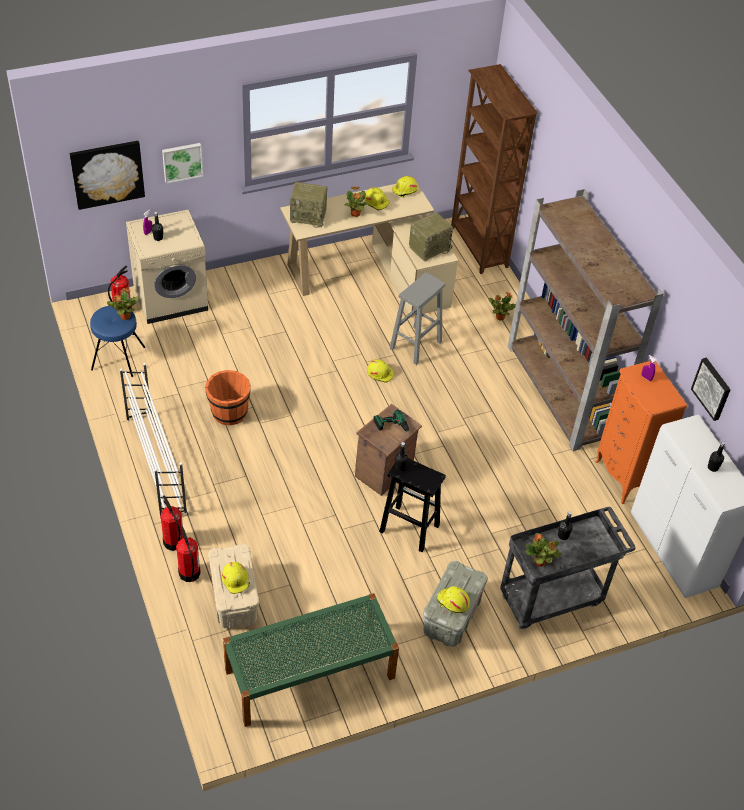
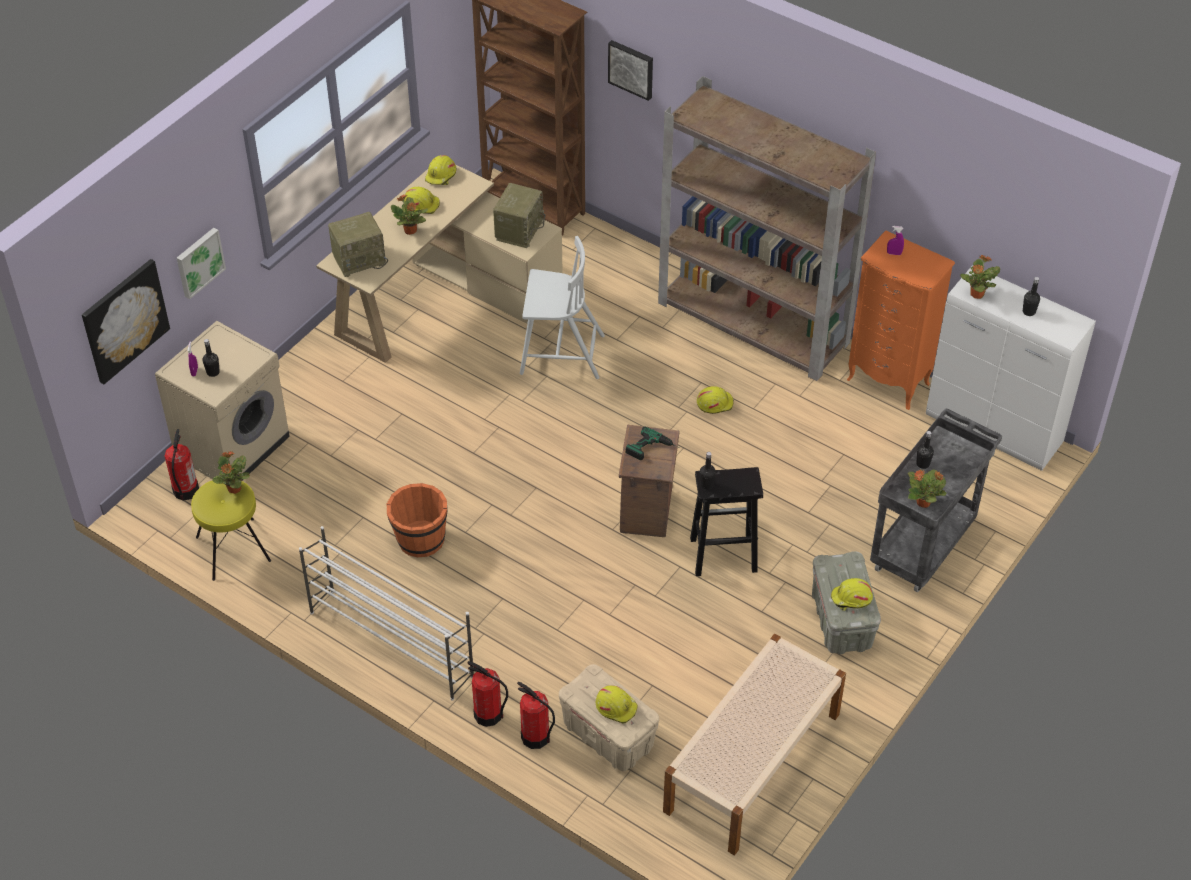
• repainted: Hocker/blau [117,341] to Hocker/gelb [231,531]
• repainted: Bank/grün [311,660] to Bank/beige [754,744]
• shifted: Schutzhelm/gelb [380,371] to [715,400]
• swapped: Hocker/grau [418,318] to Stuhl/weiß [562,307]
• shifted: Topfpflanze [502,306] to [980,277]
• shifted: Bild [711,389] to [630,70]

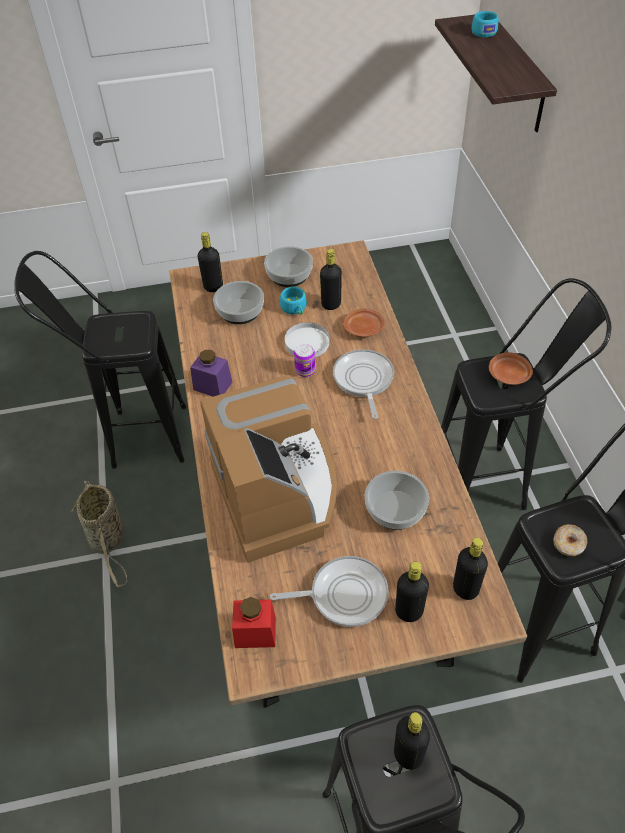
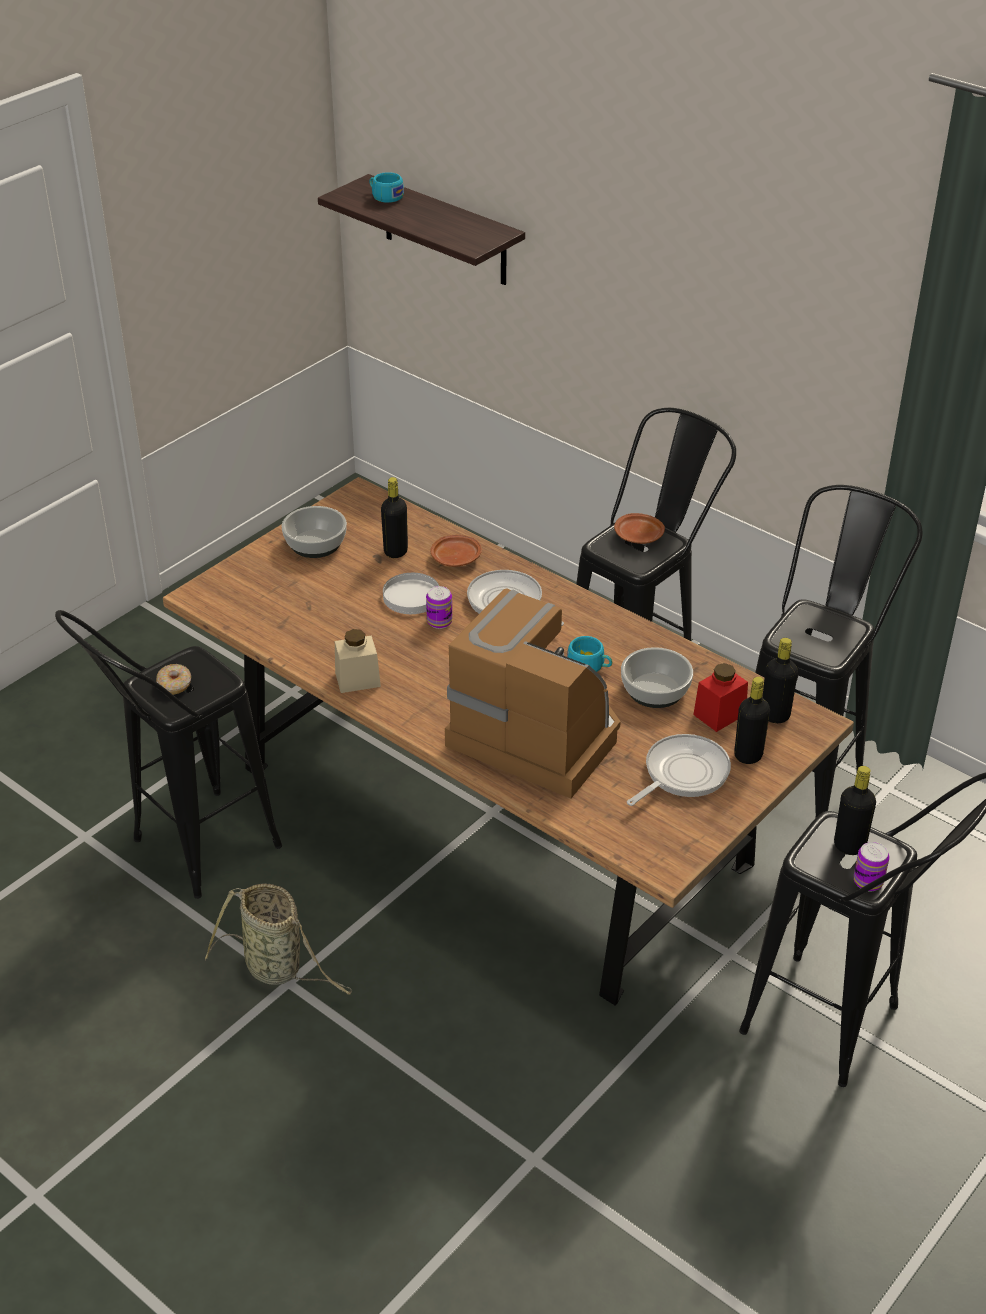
• repainted: Vorratsglas/lila [211,373] to Vorratsglas/beige [358,661]
• gone: Flasche/schwarz [210,262]
• gone: Schüssel [238,302]
• shifted: Vorratsglas/rot [254,622] to [720,697]
• shifted: Tasse/türkis [293,300] to [589,654]
• shifted: Donut [570,540] to [173,679]
• new: Dose [871,867]

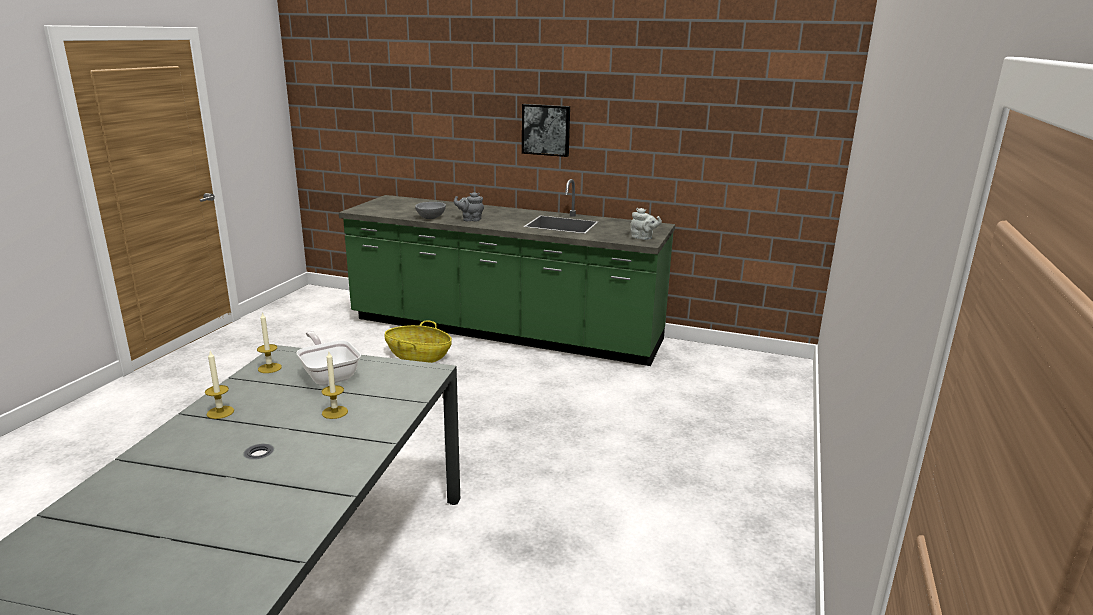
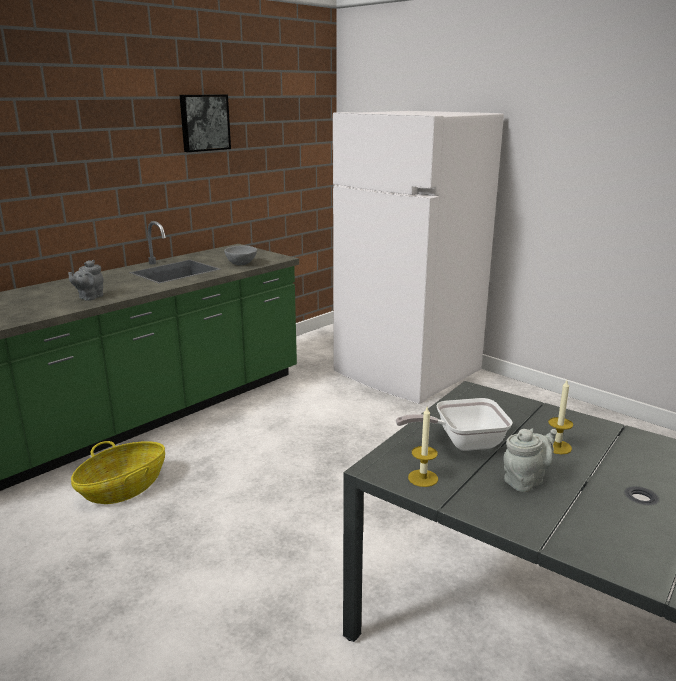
• gone: Kerze [219,385]
• shifted: Schüssel/grau [430,210] to [240,255]
• shifted: Bild [546,130] to [205,123]
• shifted: Teekanne/grau [646,224] to [530,460]
• new: Kühlschrank/weiß [418,257]

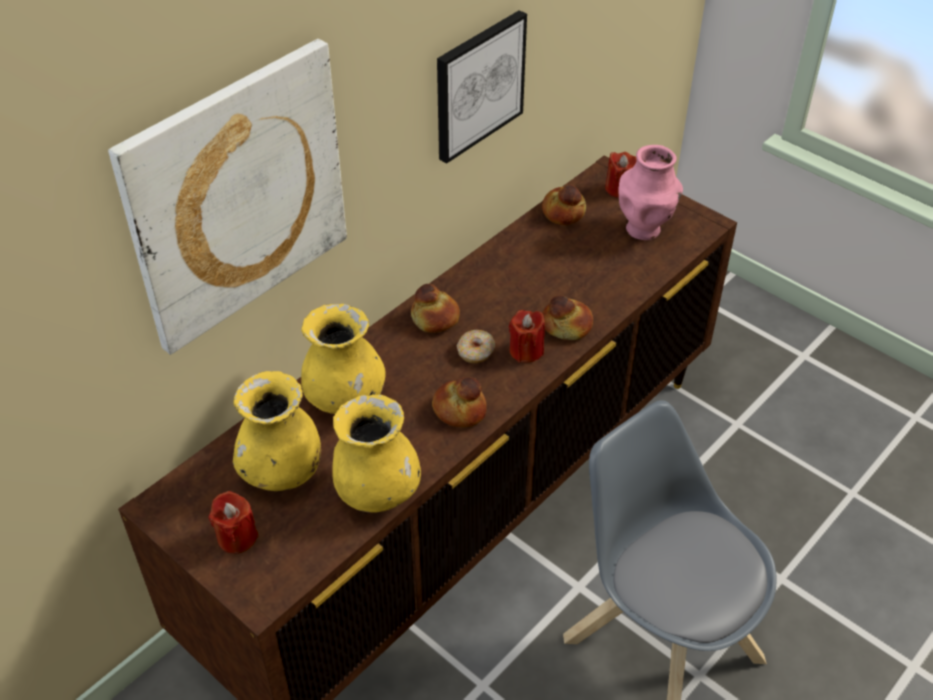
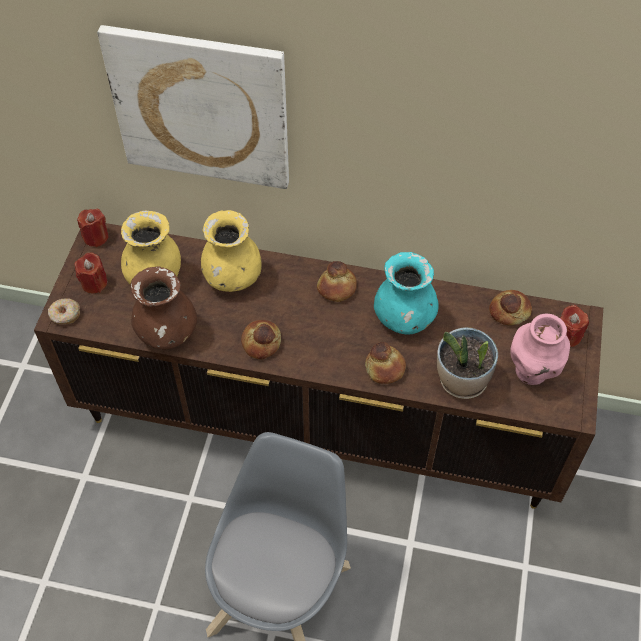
• repainted: Vase/gelb [376,453] to Vase/braun [164,307]
• gone: Bild [482,87]
• shifted: Donut [475,346] to [64,311]
• shifted: Kerze/rot [527,336] to [92,228]
• new: Vase/türkis [406,293]
• new: Topfpflanze [467,363]

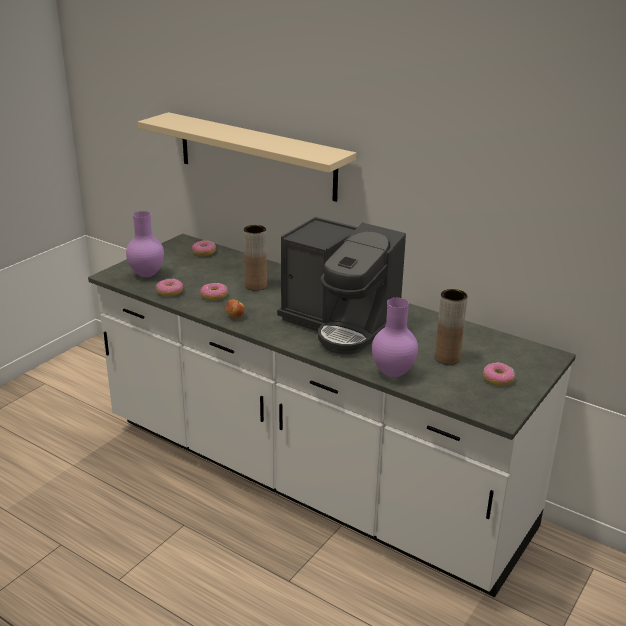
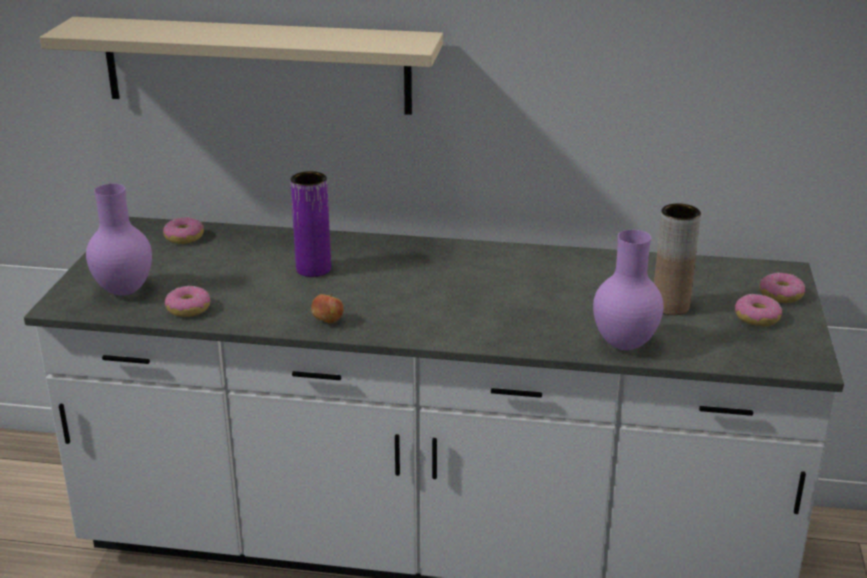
• shifted: Donut [214,292] to [782,288]
• repainted: Vase/braun [255,258] to Vase/lila [310,224]
• gone: Kaffeemaschine [341,285]

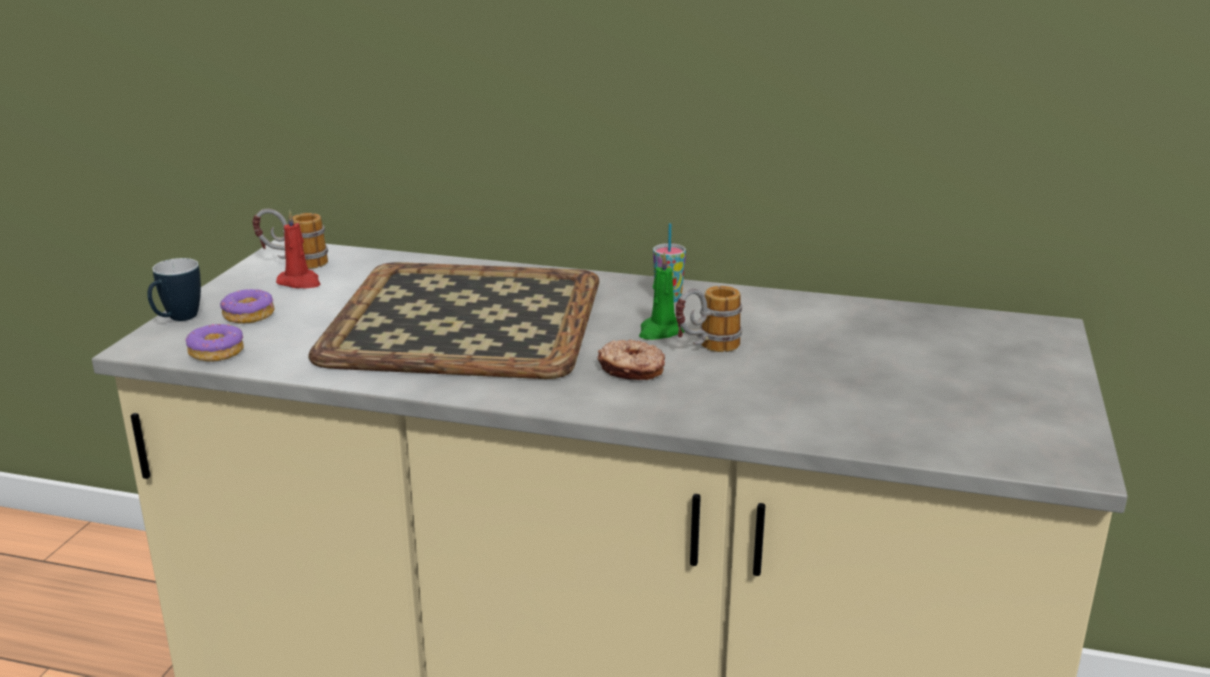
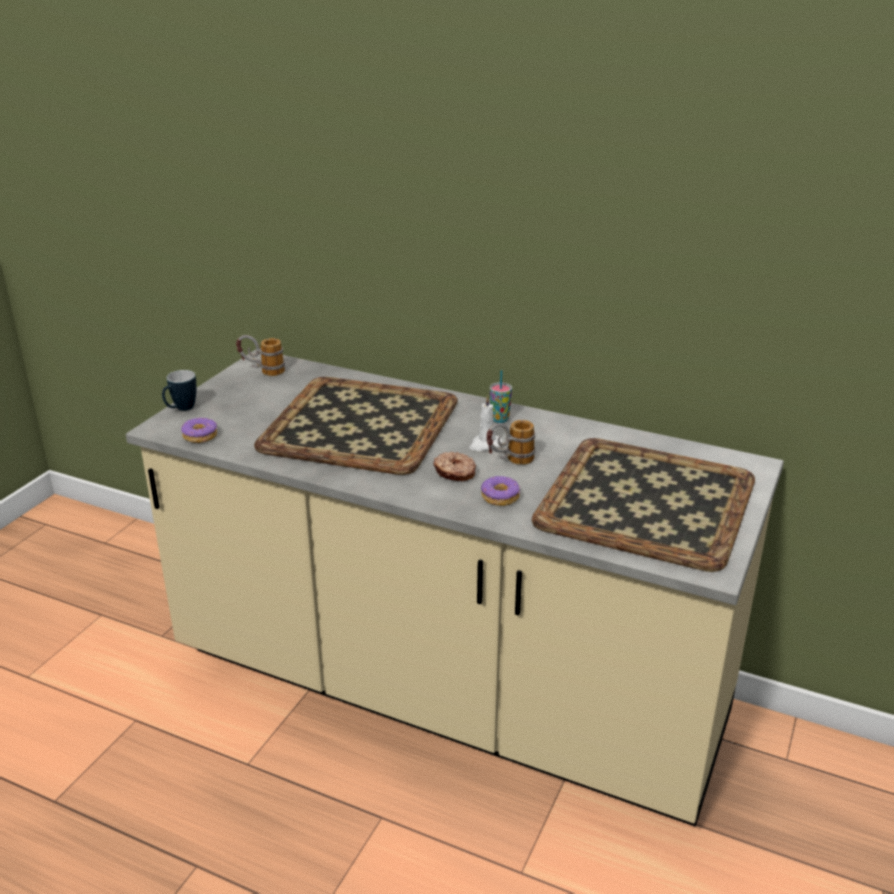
• shifted: Donut [247,306] to [500,491]
• gone: Kerze/rot [298,249]
• repainted: Kerze/grün [662,296] to Kerze/weiß [486,422]
• new: Tablett [643,505]

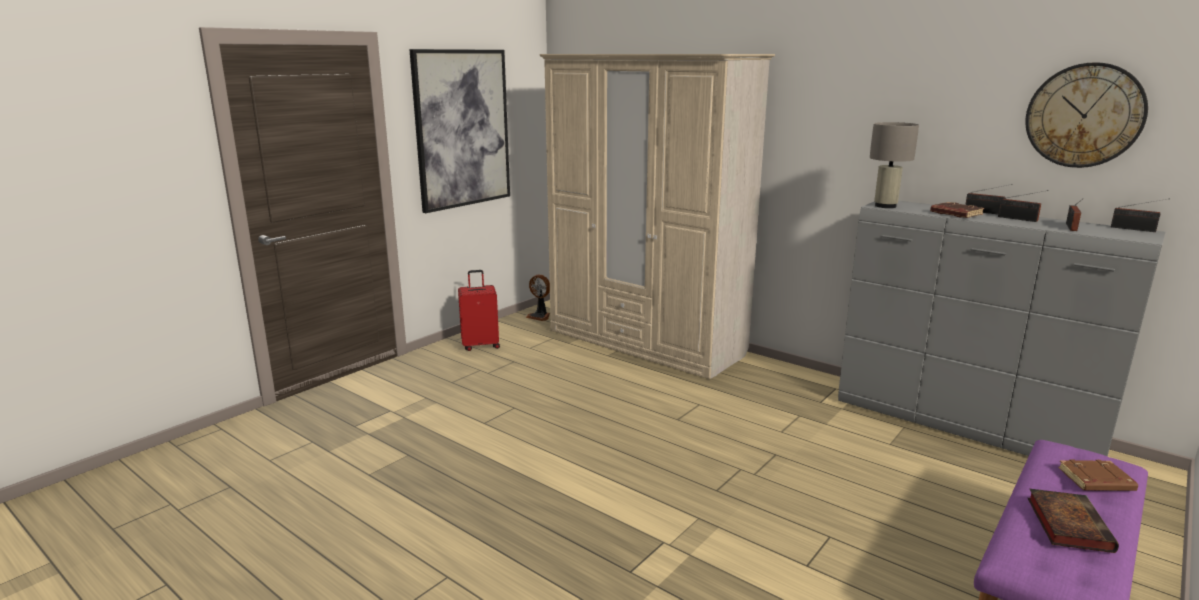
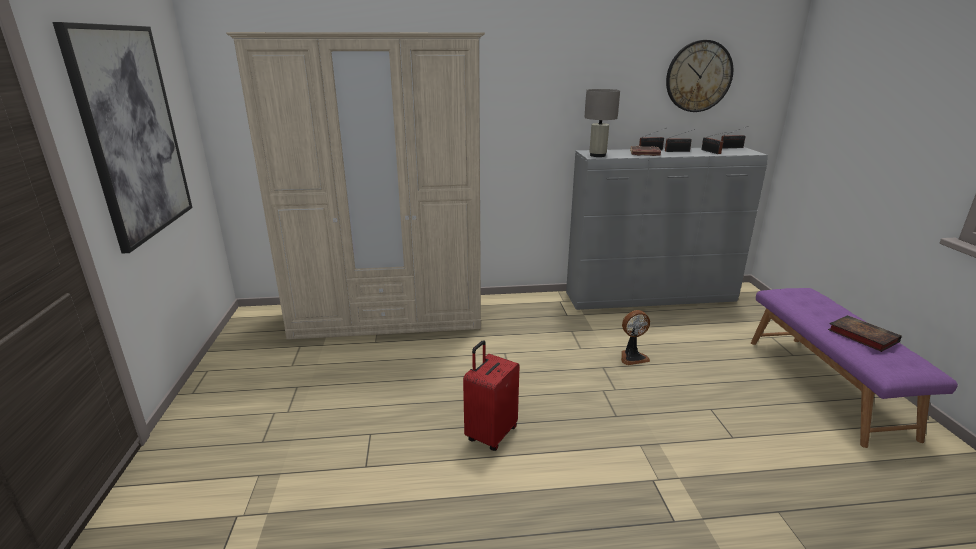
• shifted: Koffer/rot [479,310] to [491,395]
• shifted: Ventilator [538,297] to [635,337]
• gone: Buch/braun [1098,475]

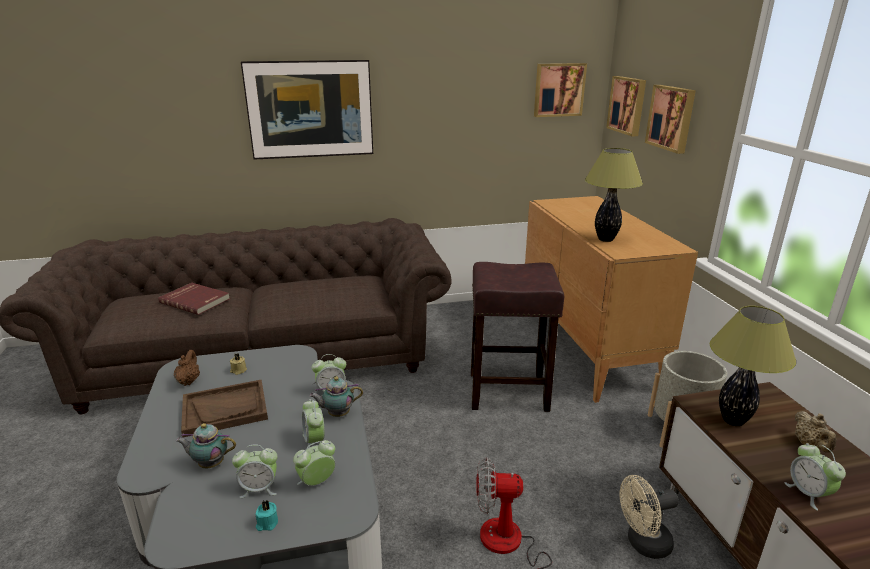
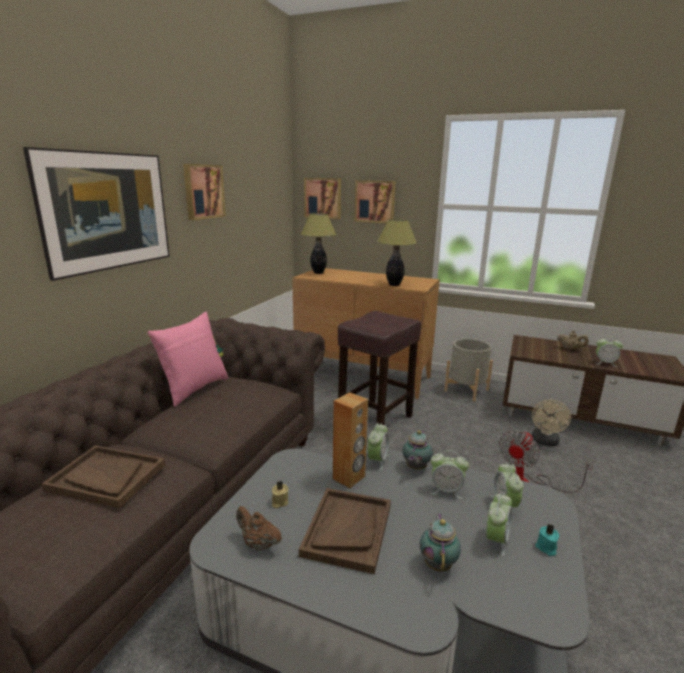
• swapped: Buch/rot [194,299] to Tablett/braun [103,477]
• rotated: Teekanne [206,445] = [440,542] 150 degrees clockwise
• shifted: Bild [560,90] to [204,192]
• shifted: Tischlampe [753,366] to [318,243]
• new: Kissen/rosa [188,359]
• new: Lautsprecher/braun [350,440]

